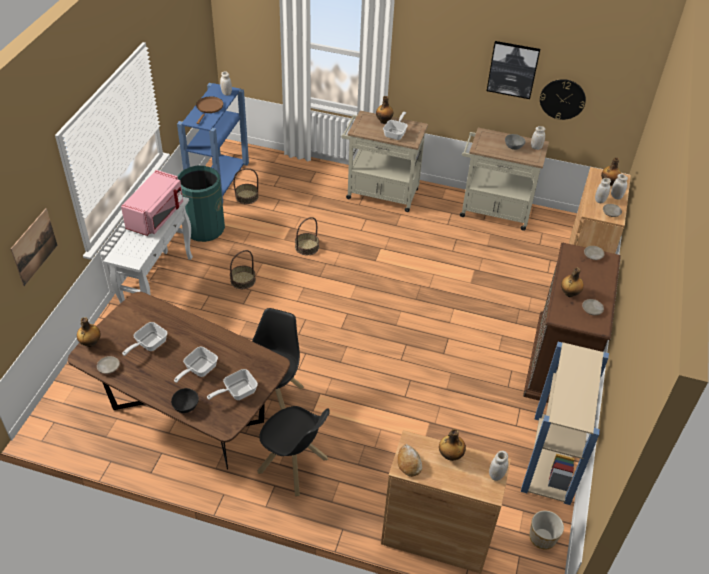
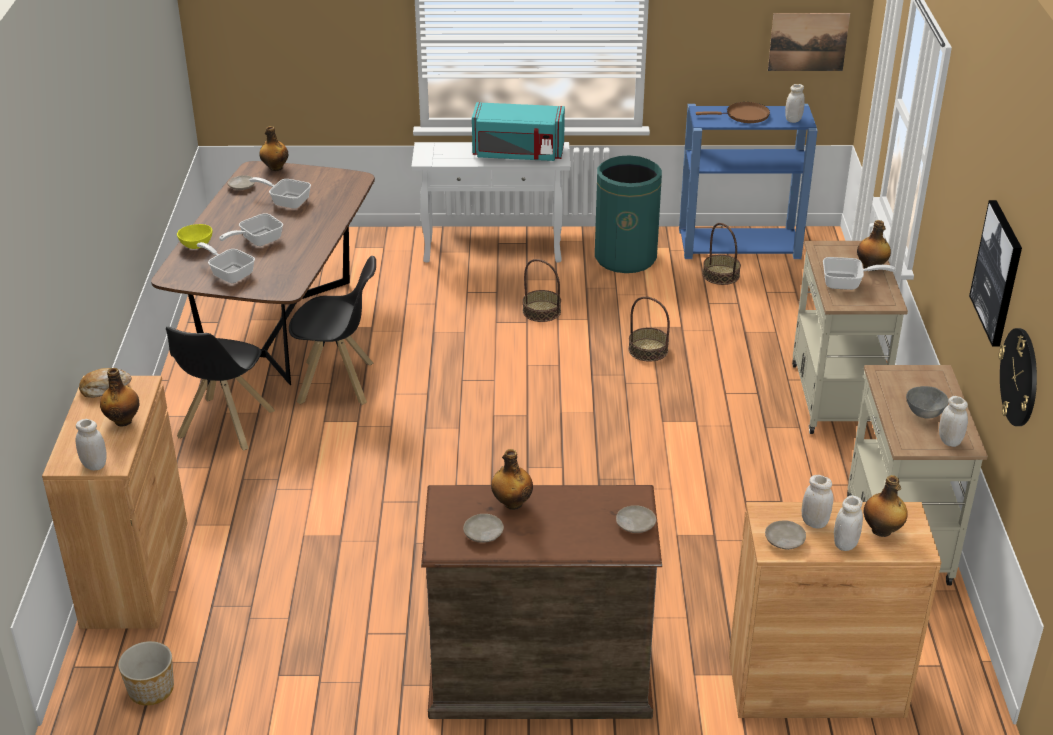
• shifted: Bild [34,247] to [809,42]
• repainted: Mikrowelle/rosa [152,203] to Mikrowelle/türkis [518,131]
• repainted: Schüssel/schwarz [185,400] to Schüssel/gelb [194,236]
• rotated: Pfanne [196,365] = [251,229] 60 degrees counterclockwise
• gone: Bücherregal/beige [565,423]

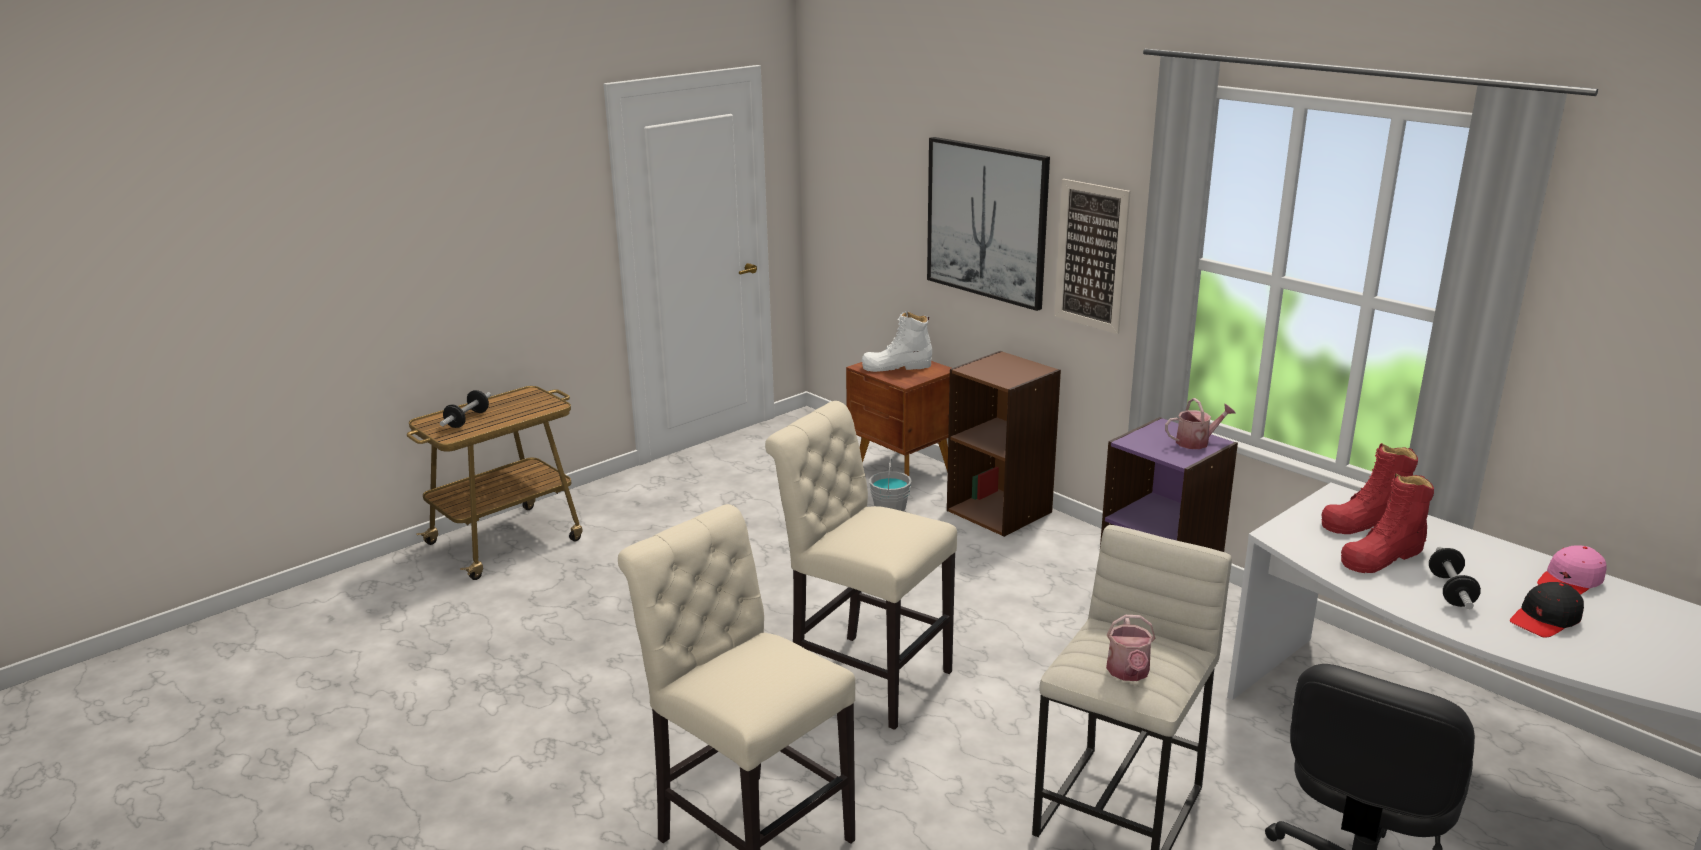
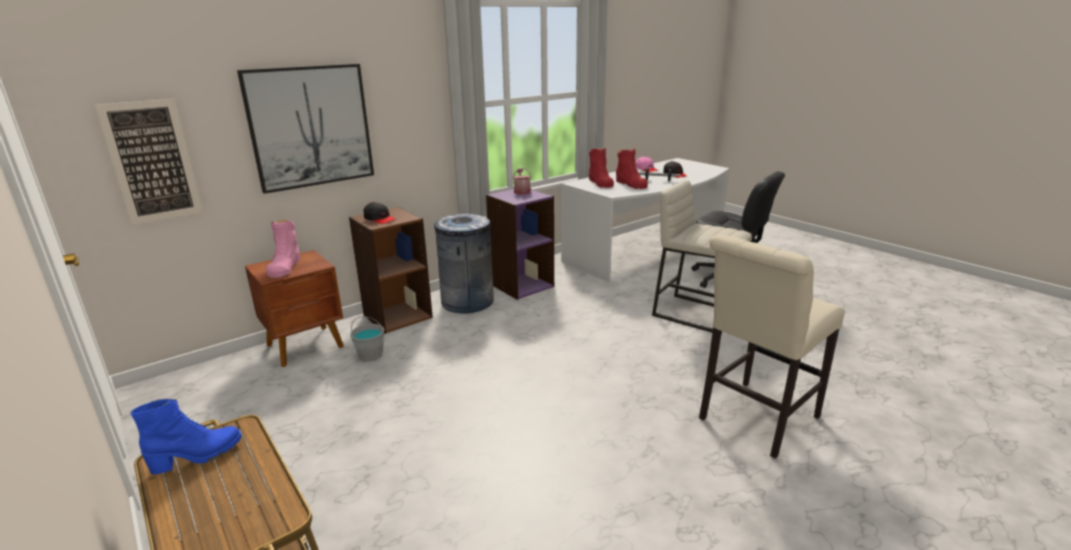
• gone: Hantel [465,409]
• gone: Hocker/beige [861,565]
• repainted: Stiefel/weiß [897,341] to Stiefel/rosa [283,248]
• shifted: Bild [1092,256] to [149,162]
• gone: Gießkanne [1130,648]
• new: Stiefel/blau [186,437]
• new: Kappe/schwarz [380,213]
• new: Mülleimer/grau [464,264]

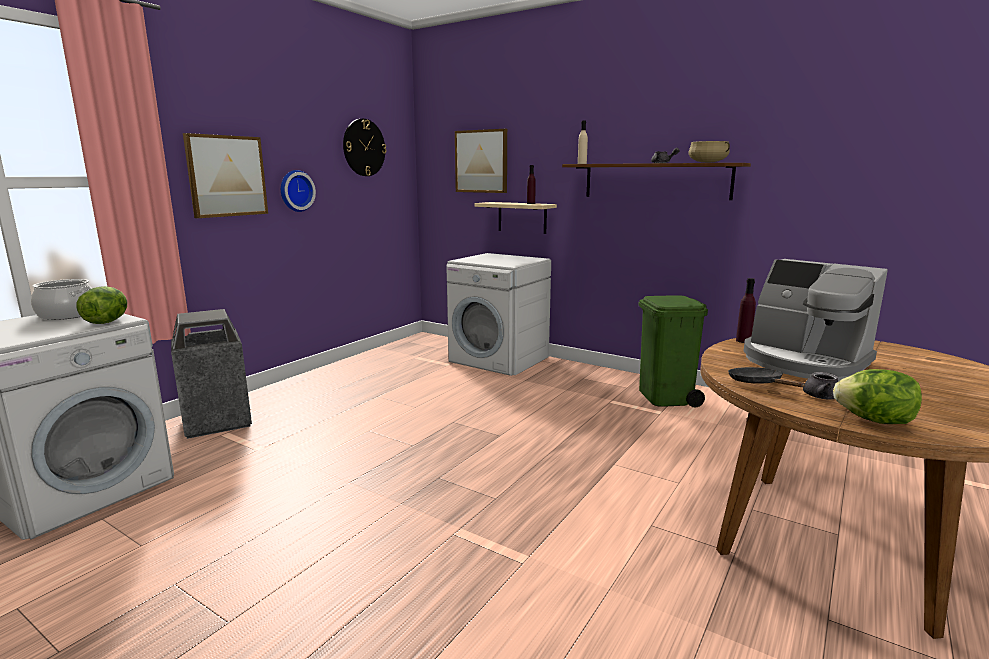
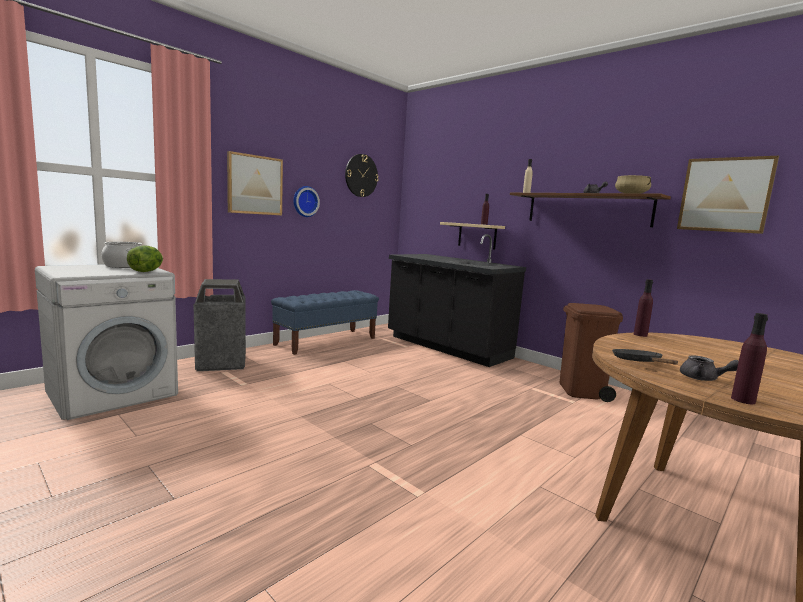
• swapped: Waschmaschine/weiß [498,314] to Küchenzeile/schwarz [457,300]
• shifted: Bild [481,161] to [728,195]
• repainted: Mülleimer/grün [673,351] to Mülleimer/braun [591,352]
• gone: Kaffeemaschine [816,320]
• swapped: Salatkopf [877,396] to Flasche/lila [749,358]
• new: Bank/blau [325,322]

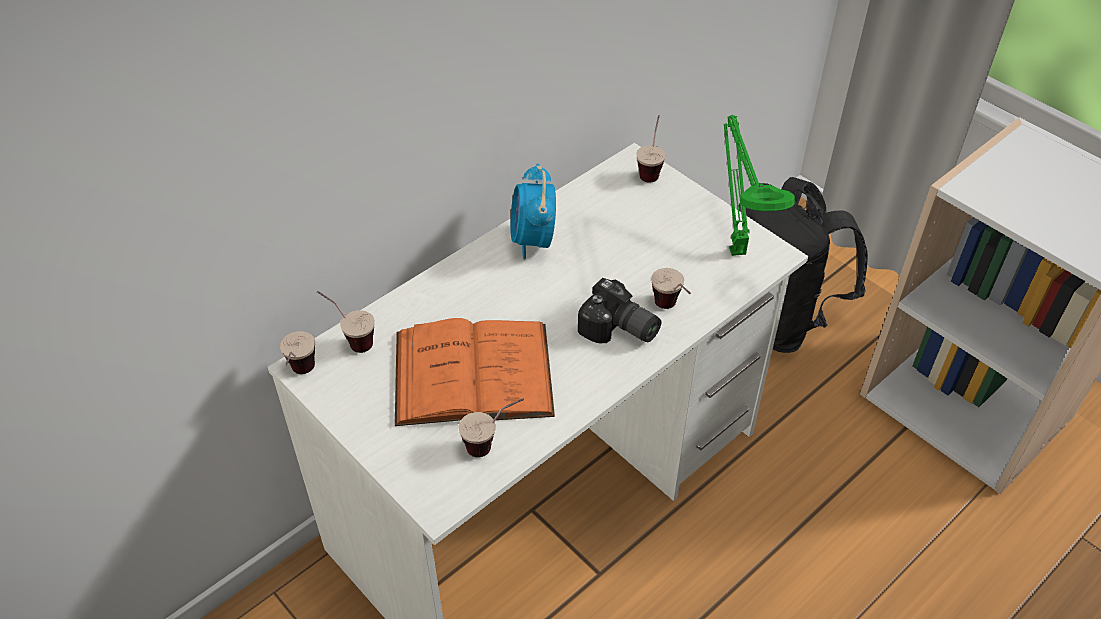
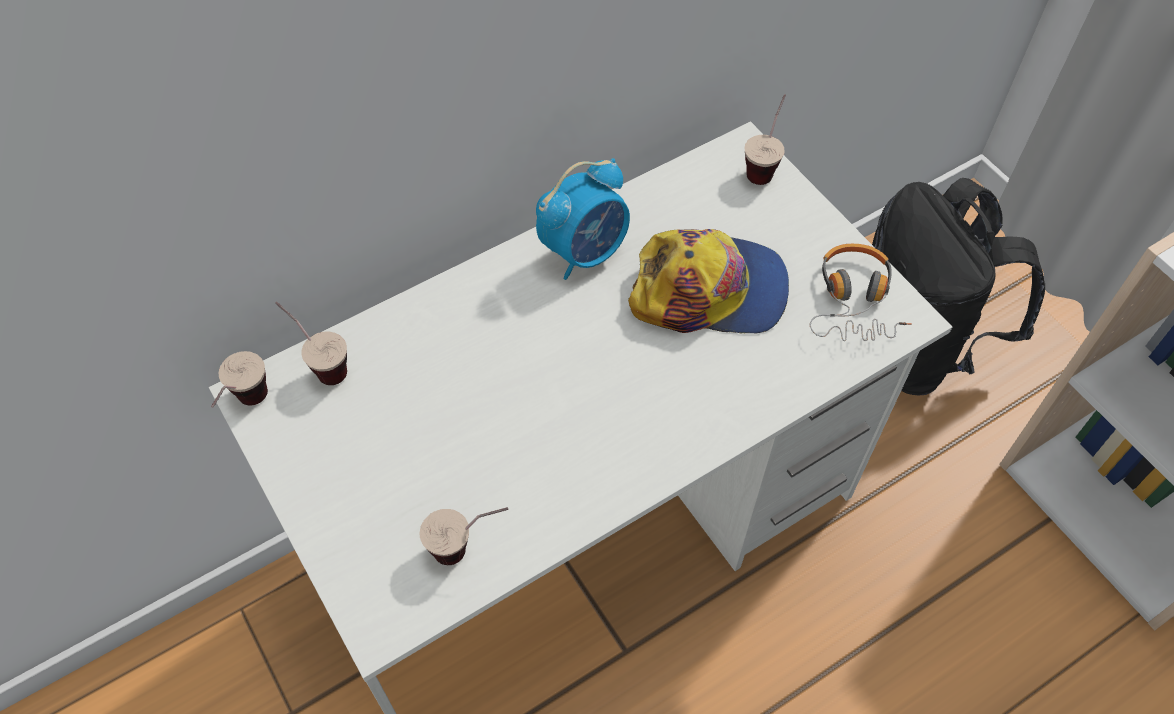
• gone: Buch/orange [475,372]
• rotated: Wecker [533,211] = [583,219] 135 degrees counterclockwise
• gone: Kamera [620,310]
• gone: Tasse [671,288]
• swapped: Tischlampe/grün [759,185] to Kopfhörer [861,292]
• new: Kappe [708,281]

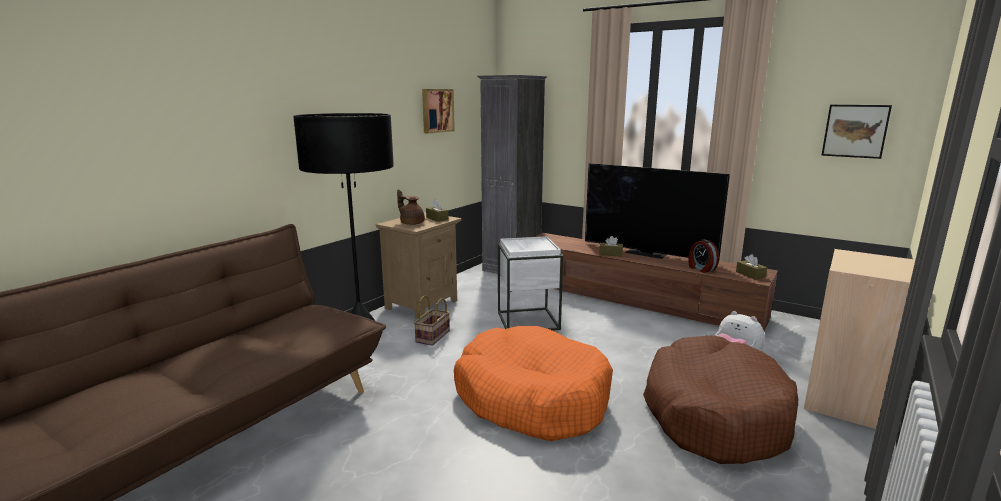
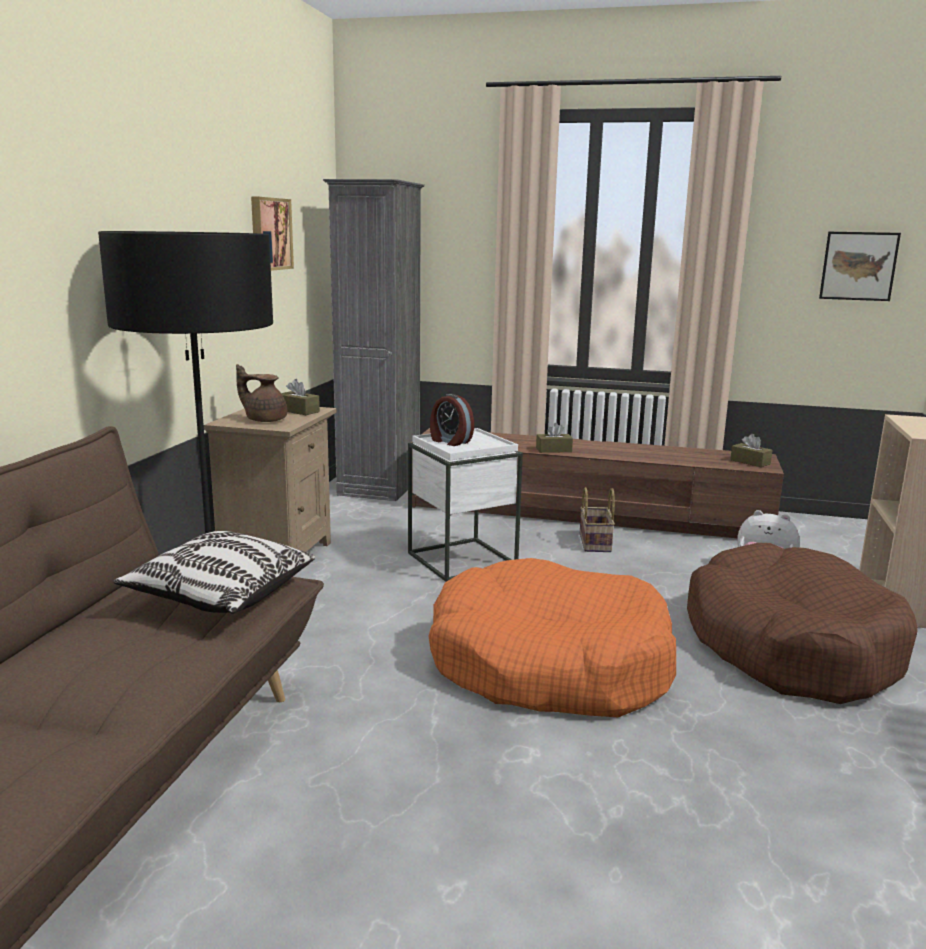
• shifted: Korb [432,320] to [597,519]
• gone: Fernseher [657,211]
• shifted: Wecker [703,256] to [452,420]
• new: Kissen [214,572]

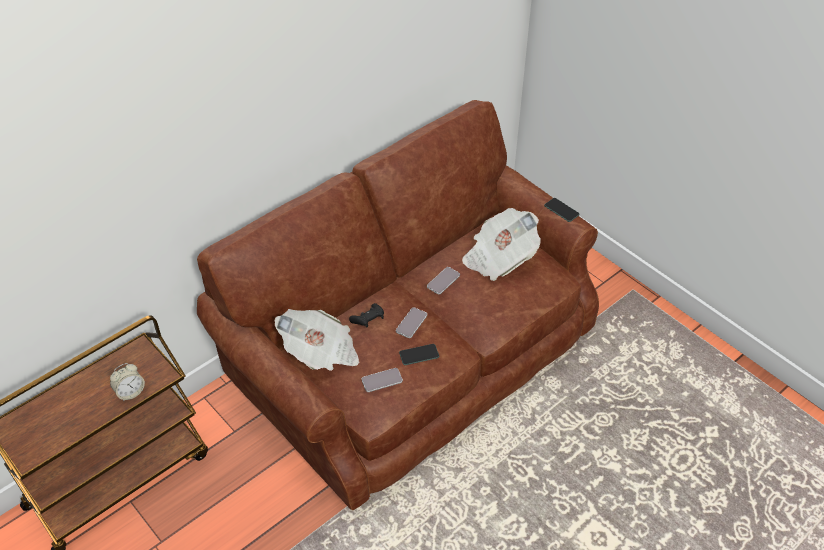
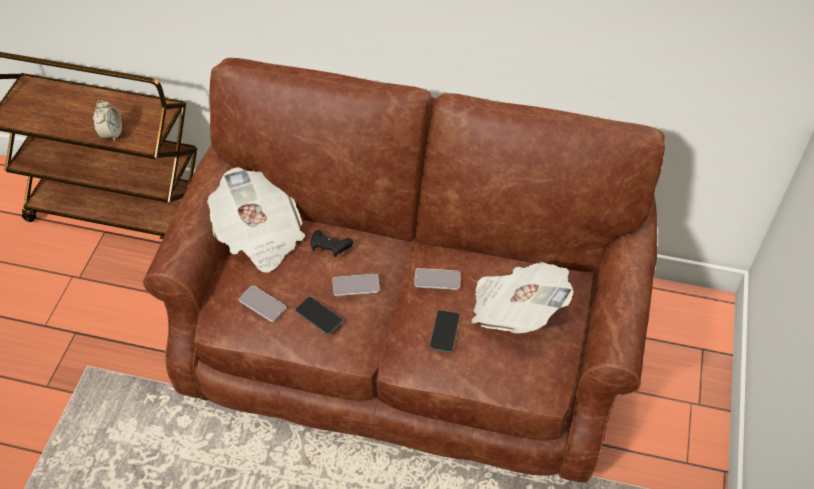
• rotated: Wecker [127,382] = [107,121] 105 degrees counterclockwise
• shifted: Handy [562,210] to [445,331]

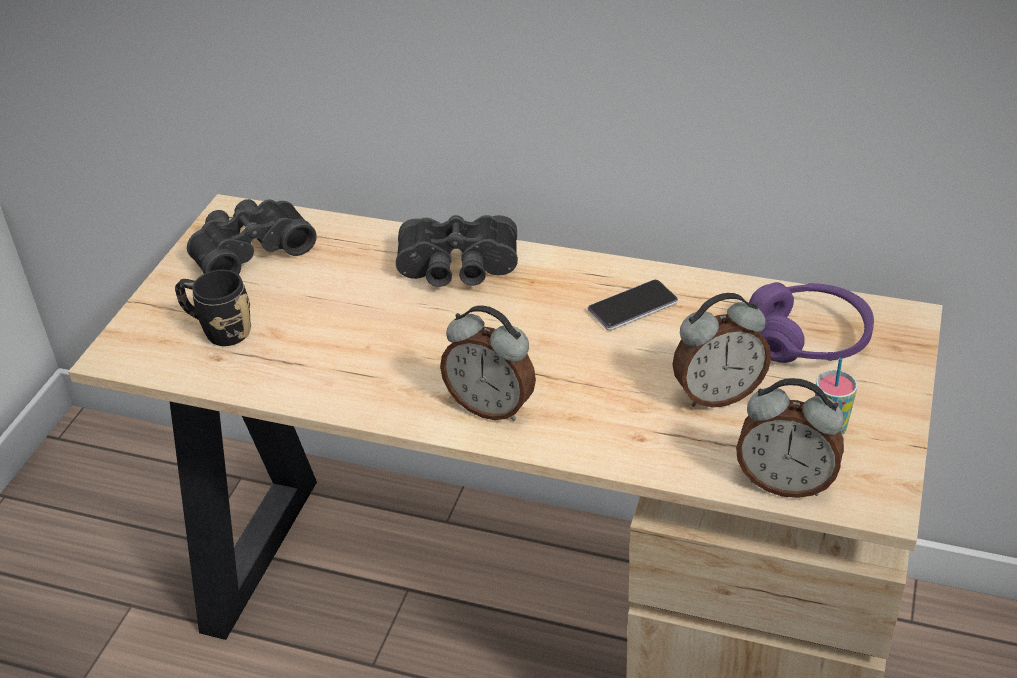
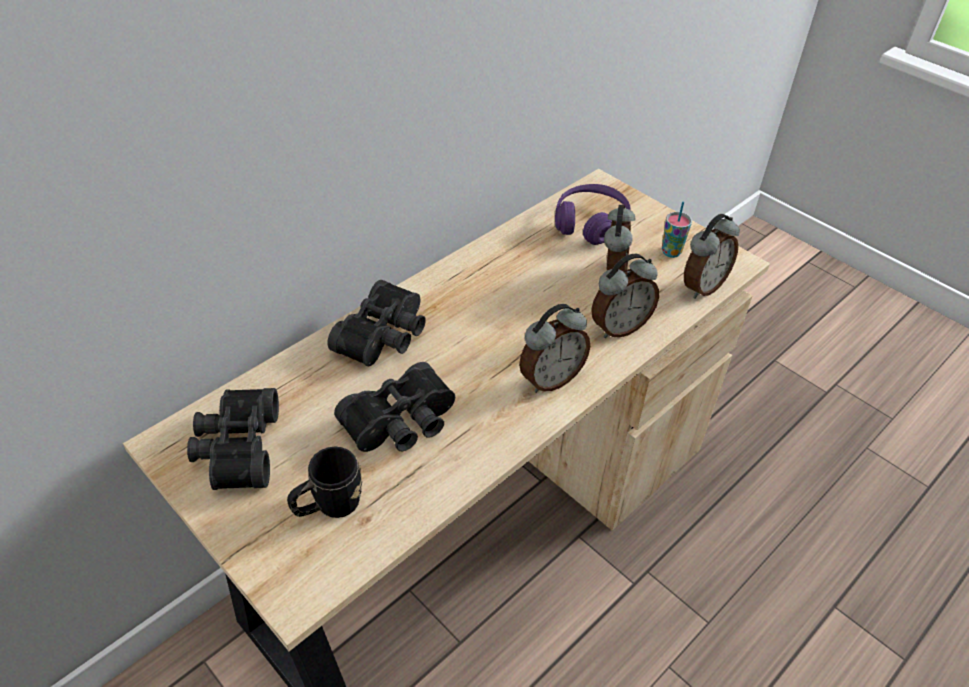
• gone: Handy [633,305]
• new: Fernglas/schwarz [394,407]
• new: Wecker [625,296]

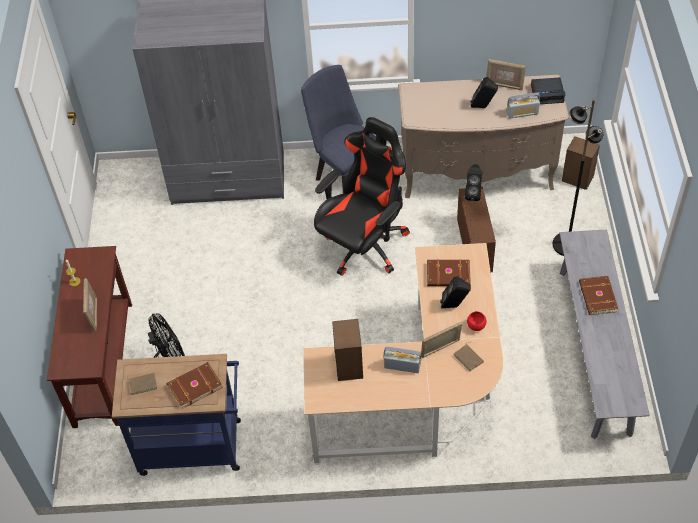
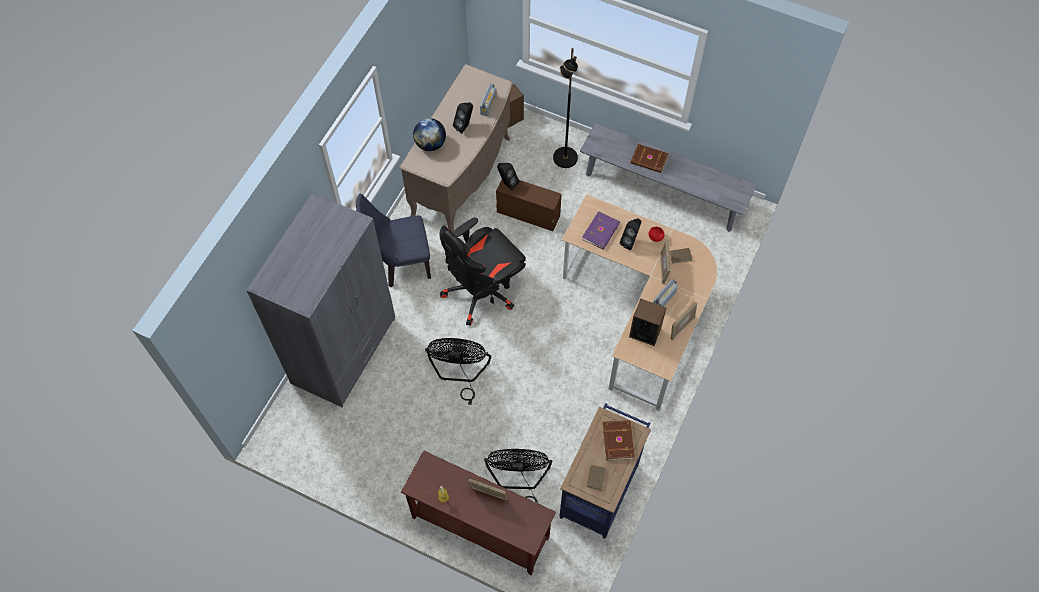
• rotated: Bürostuhl/schwarz [362,196] = [483,271] 105 degrees counterclockwise
• repainted: Buch/braun [449,273] to Buch/lila [601,230]
• shifted: Bilderrahmen [506,74] to [684,321]
• gone: Wecker [548,90]
• new: Globus [429,134]
• new: Ventilator/schwarz [458,371]

